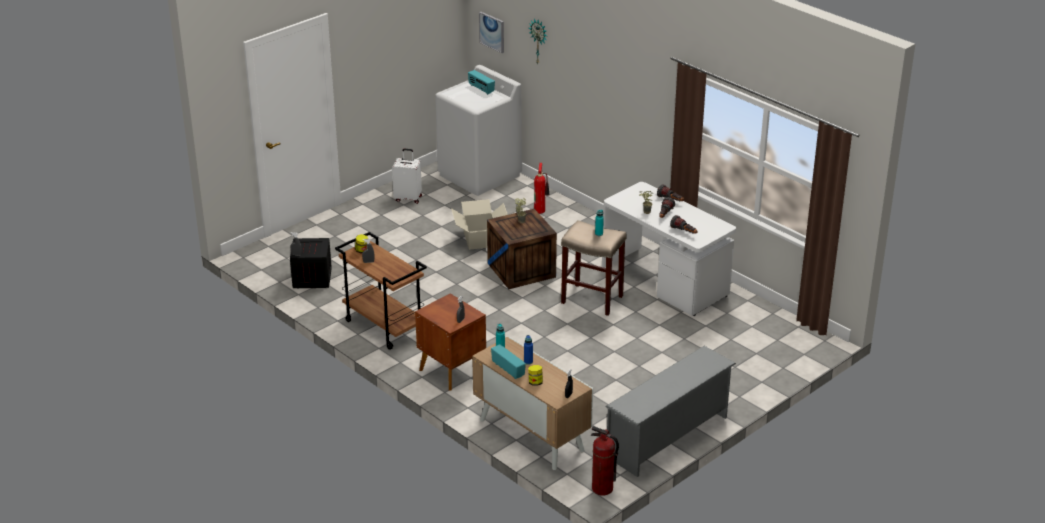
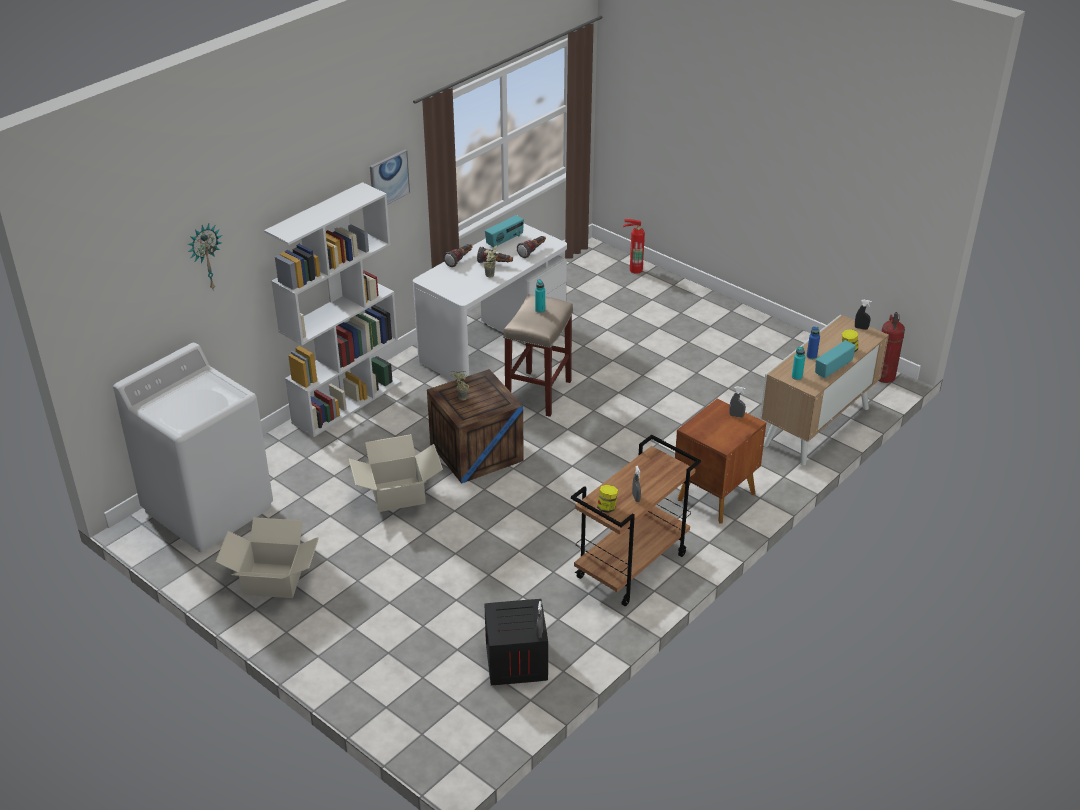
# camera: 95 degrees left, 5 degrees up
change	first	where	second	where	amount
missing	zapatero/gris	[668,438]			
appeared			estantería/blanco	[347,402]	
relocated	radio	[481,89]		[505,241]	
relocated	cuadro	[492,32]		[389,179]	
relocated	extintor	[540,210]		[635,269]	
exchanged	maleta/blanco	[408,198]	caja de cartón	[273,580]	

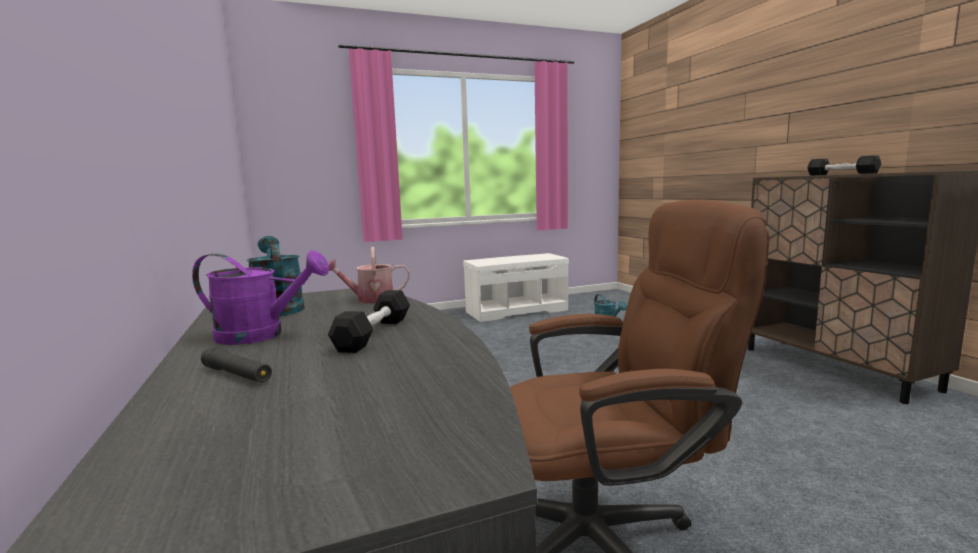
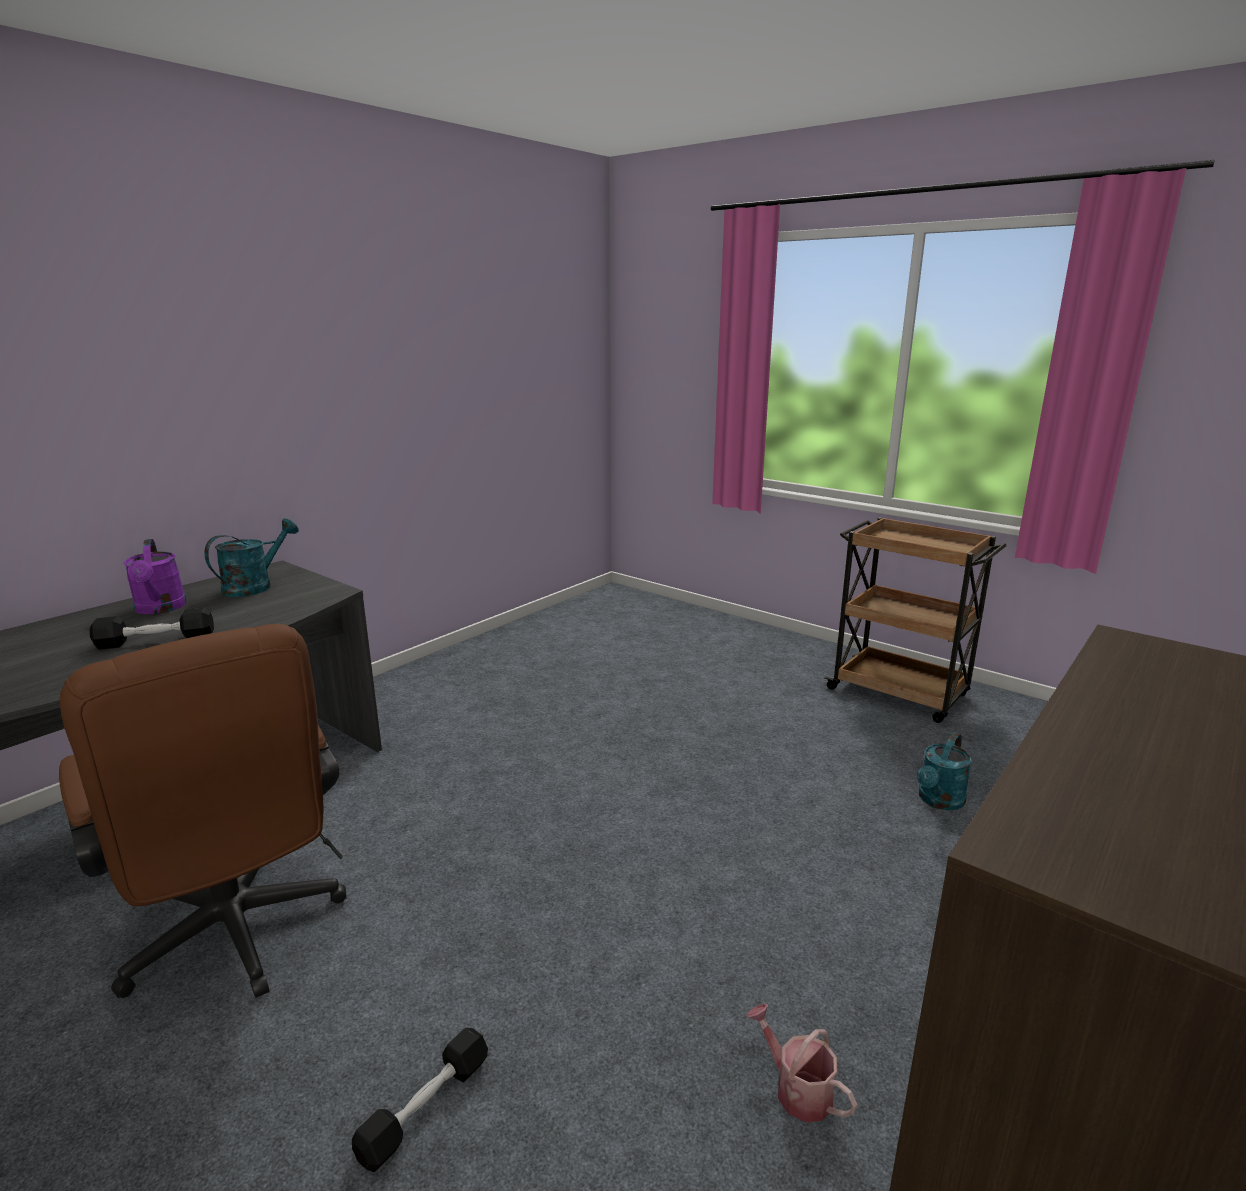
# camera: 60 degrees right, 10 degrees up
change	first	where	second	where	amount
missing	linterna/negro	[237,375]			
relocated	regadera	[370,299]		[797,1089]	
relocated	mancuerna/negro	[841,174]		[425,1108]	
exchanged	banco/blanco	[517,310]	carrito/marrón	[900,693]	

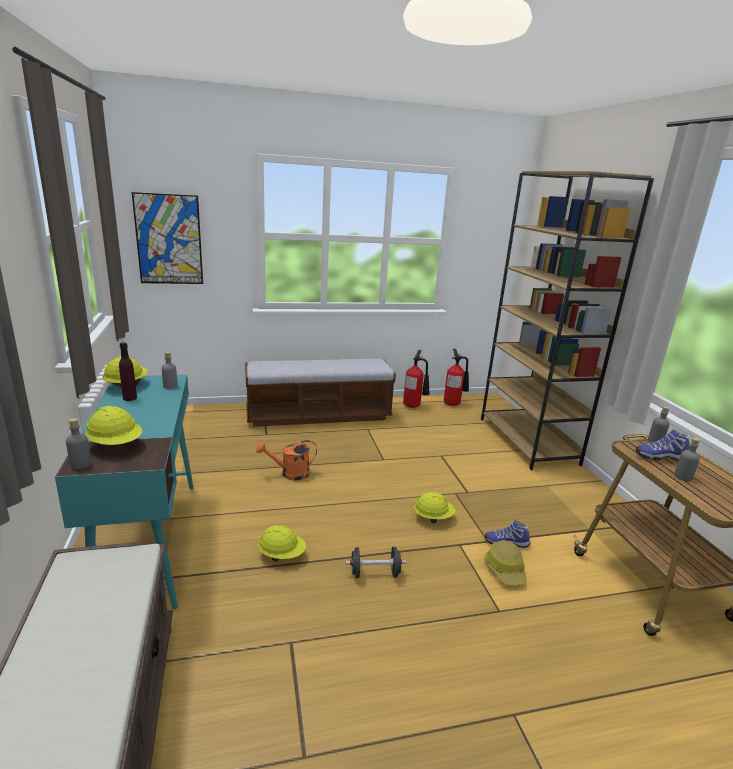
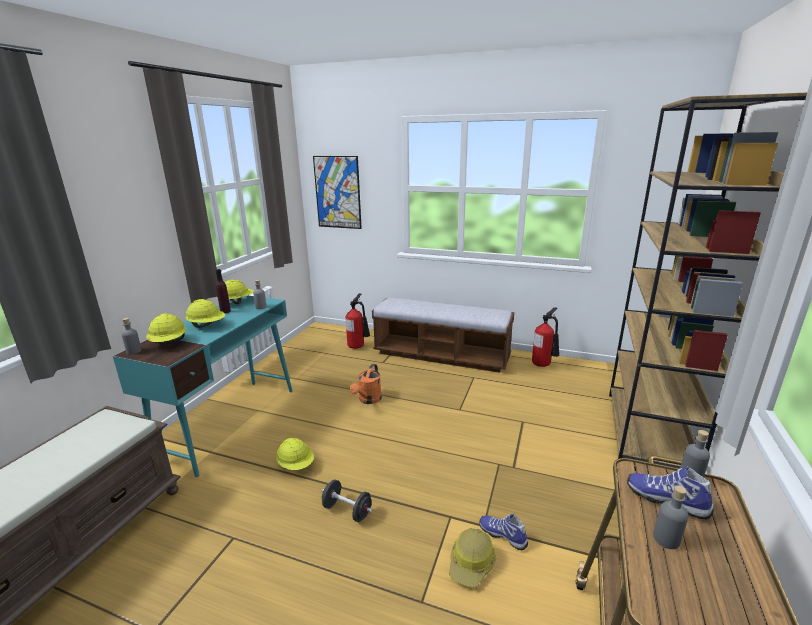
# camera: 35 degrees right, 0 degrees up
change	first	where	second	where	amount
relocated	casco/amarillo	[433,517]		[207,325]	
relocated	extintor	[453,403]		[358,347]	
spun	regadera/naranja	[290,474]		[368,400]	90 degrees counterclockwise

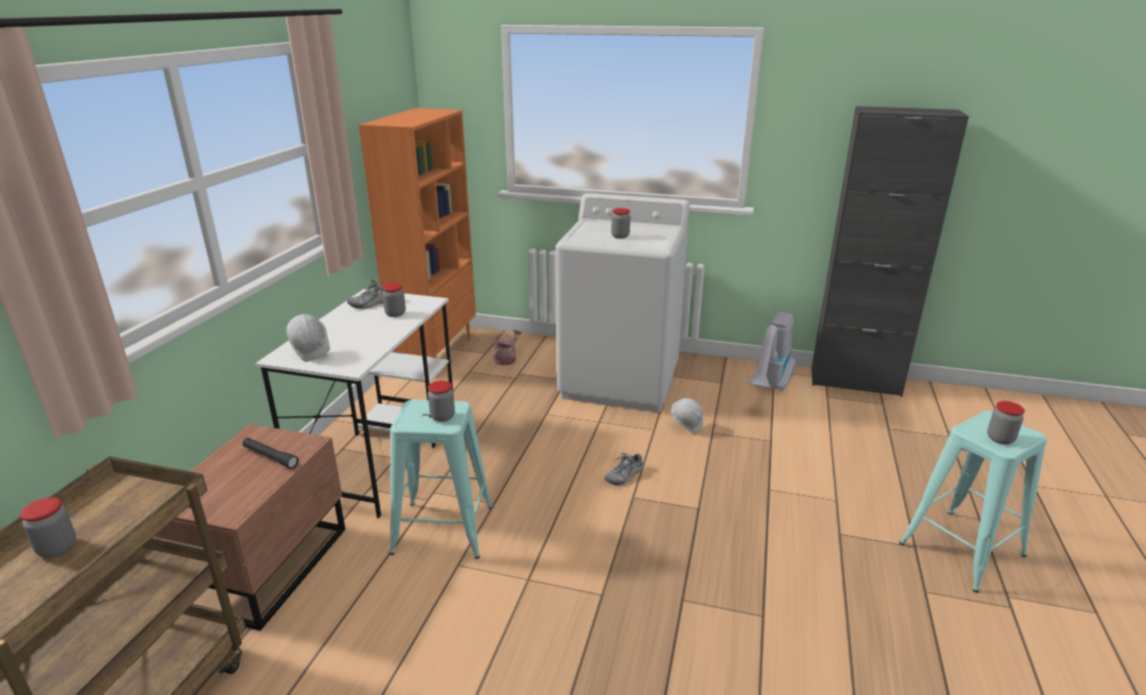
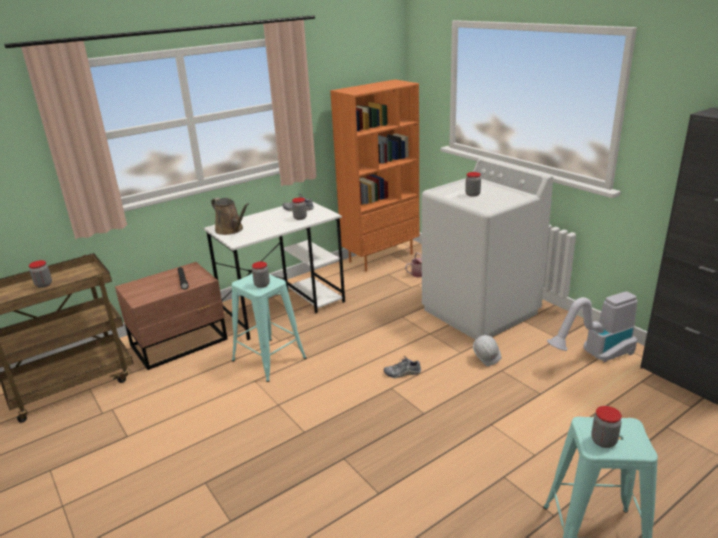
# camera: 40 degrees right, 0 degrees up
change	first	where	second	where	amount
exchanged	casco/blanco	[312,354]	regadera/marrón	[231,230]	

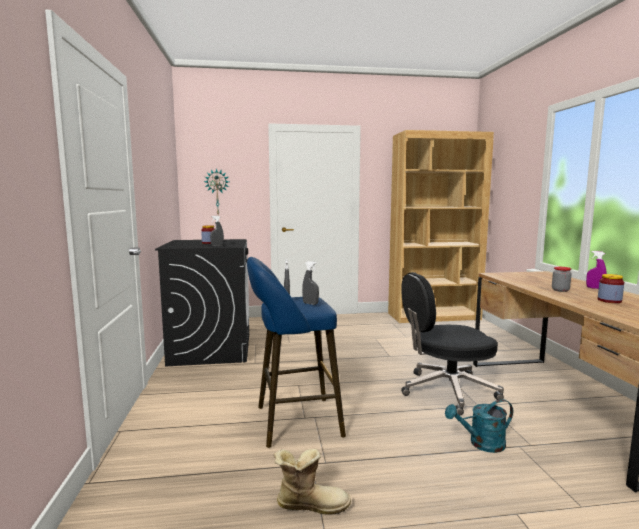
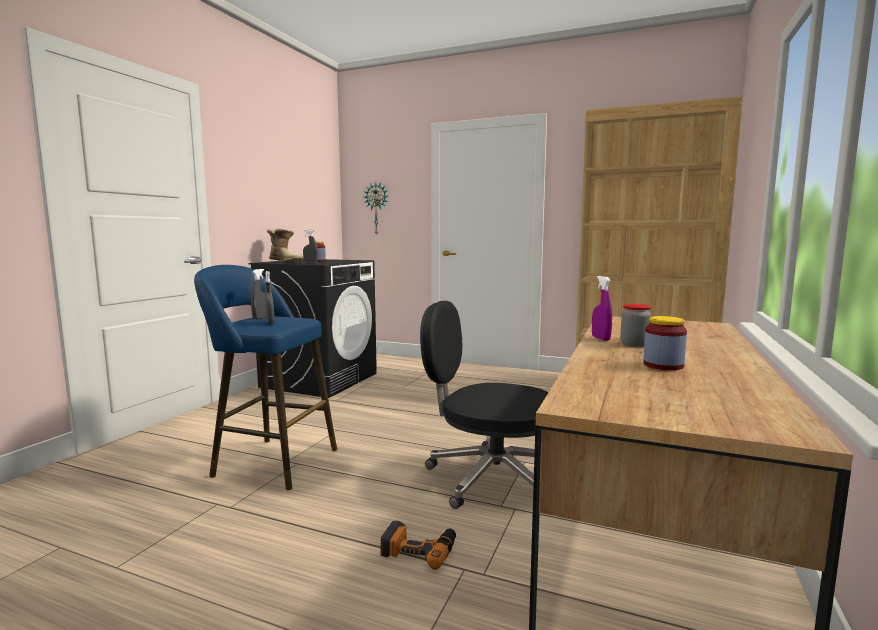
# camera: 30 degrees right, 0 degrees up
change	first	where	second	where	amount
relocated	bota	[310,504]		[286,261]	
relocated	pulverizador/morado	[595,288]		[600,338]	
exchanged	regadera/turquesa	[481,444]	taladro	[419,549]	

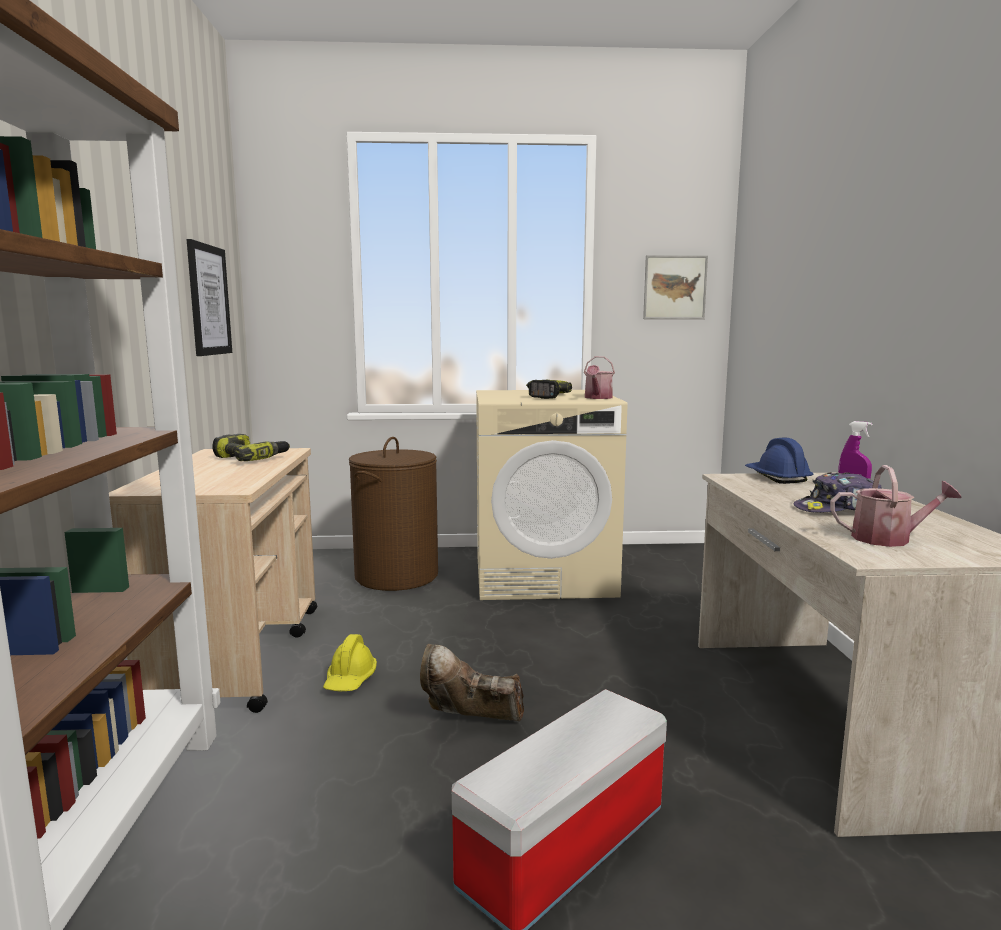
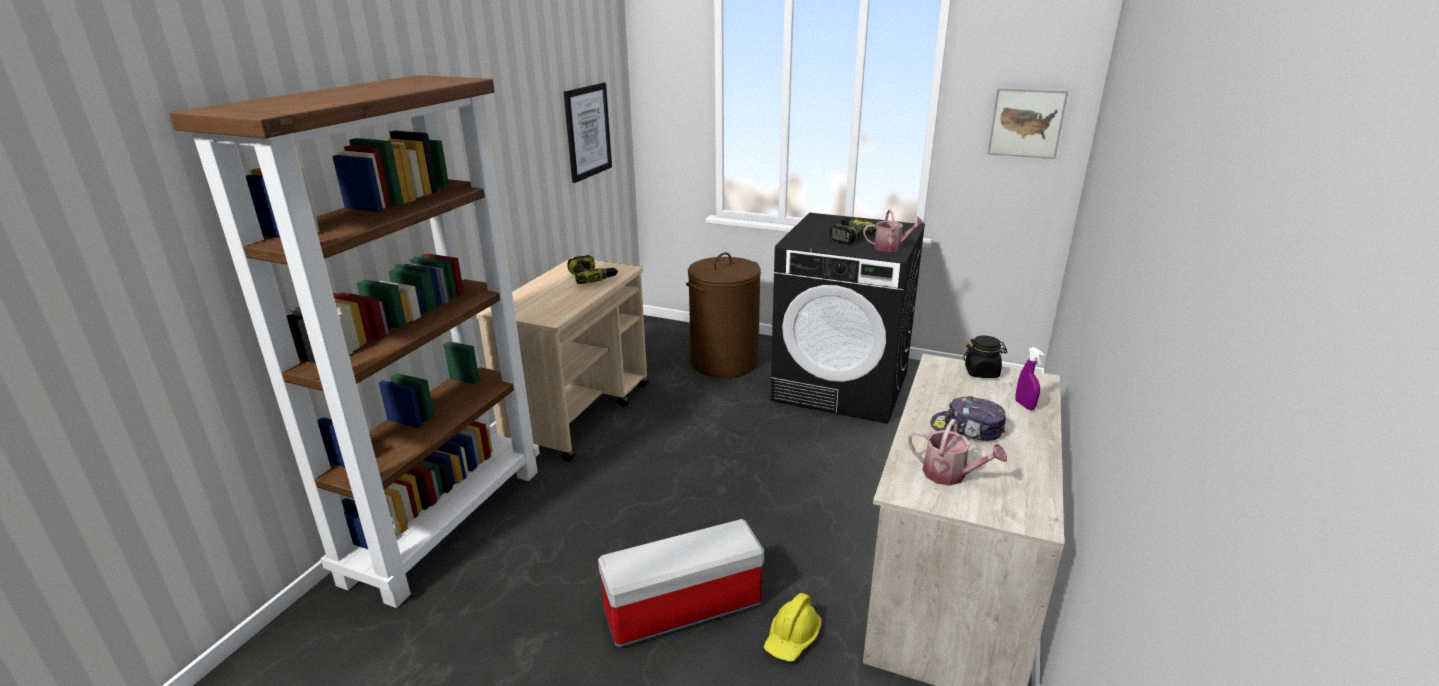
# camera: 25 degrees right, 15 degrees up
change	first	where	second	where	amount
missing	bota/marrón	[470,723]			
relocated	casco/amarillo	[350,680]		[792,637]	
exchanged	casco/azul	[776,477]	tarro/negro	[982,372]	
colour	lavadora/beis	[544,575]	lavadora/negro	[842,386]	
spun	regadera	[597,398]		[891,247]	135 degrees counterclockwise

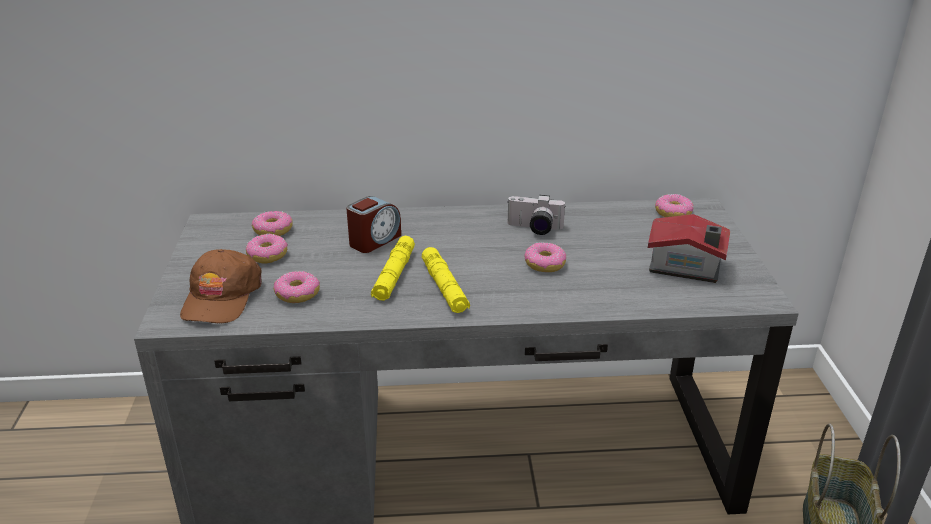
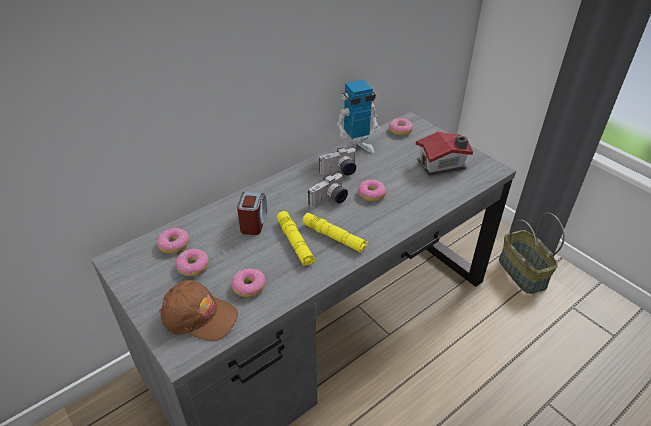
# camera: 35 degrees left, 10 degrees up
change	first	where	second	where	amount
appeared			cámara	[330,201]	
appeared			robot de juguete	[357,148]	
spun	gorra/marrón	[221,297]		[199,316]	45 degrees counterclockwise

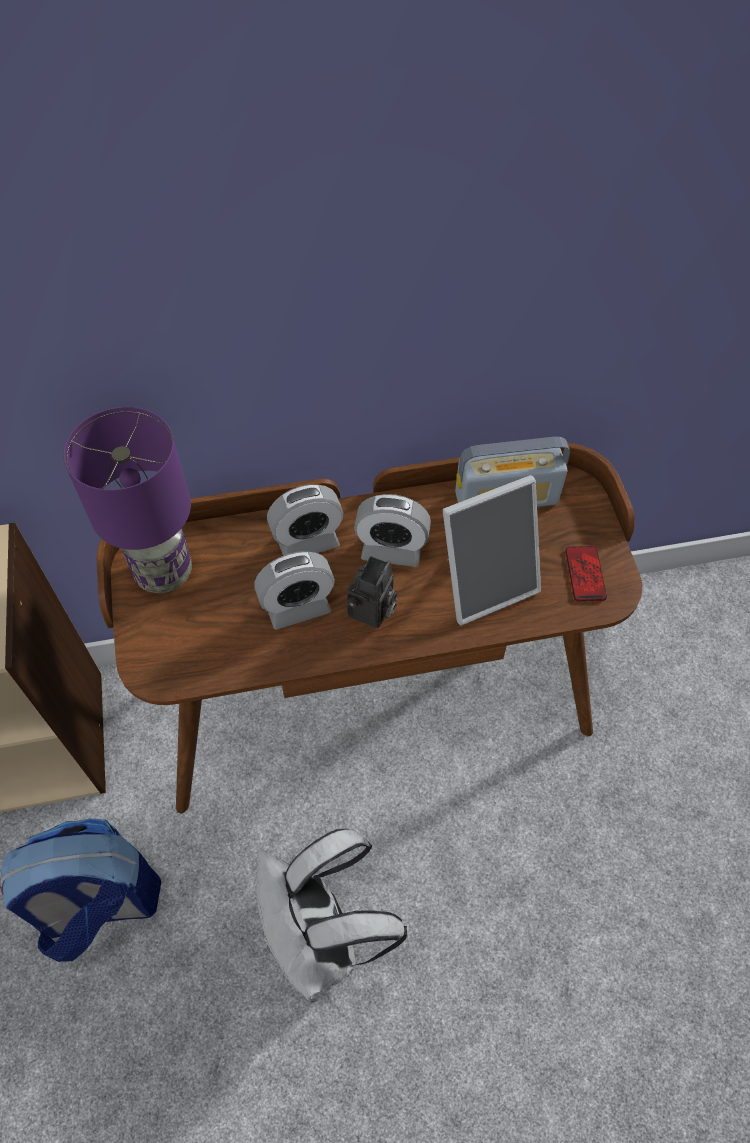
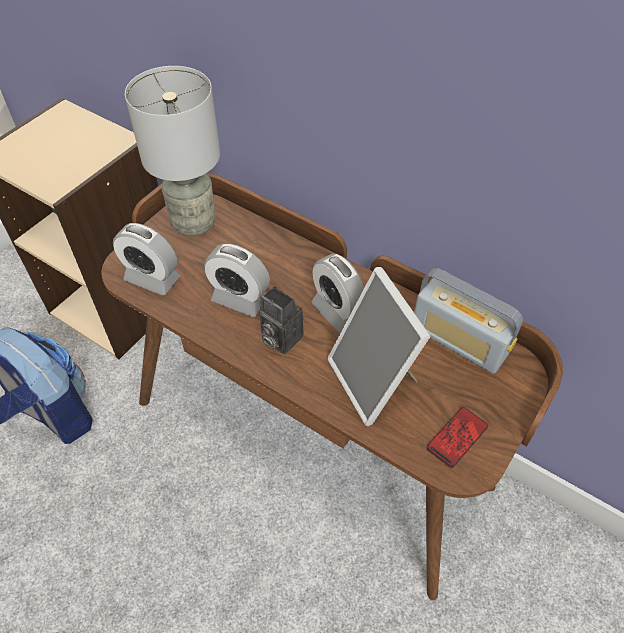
# camera: 45 degrees right, 5 degrees down
change	first	where	second	where	amount
missing	mochila/blanco	[323,937]			
relocated	despertador	[308,541]		[152,278]	
colour	lámpara de mesa/morado	[164,572]	lámpara de mesa/gris	[194,223]	
spun	cámara	[372,612]		[279,338]	60 degrees clockwise
spun	portarretratos	[485,583]		[374,381]	45 degrees clockwise

